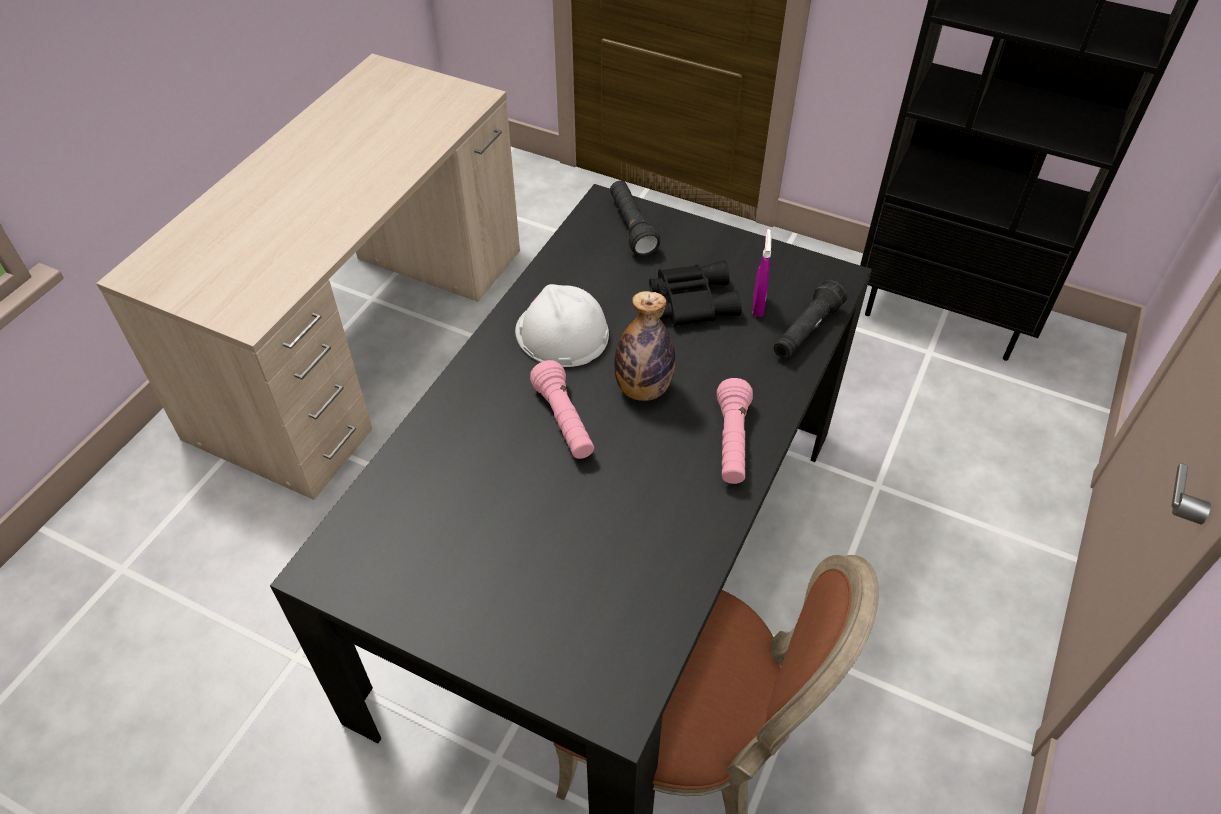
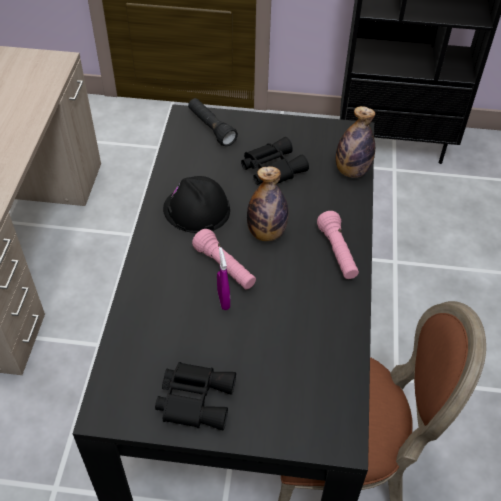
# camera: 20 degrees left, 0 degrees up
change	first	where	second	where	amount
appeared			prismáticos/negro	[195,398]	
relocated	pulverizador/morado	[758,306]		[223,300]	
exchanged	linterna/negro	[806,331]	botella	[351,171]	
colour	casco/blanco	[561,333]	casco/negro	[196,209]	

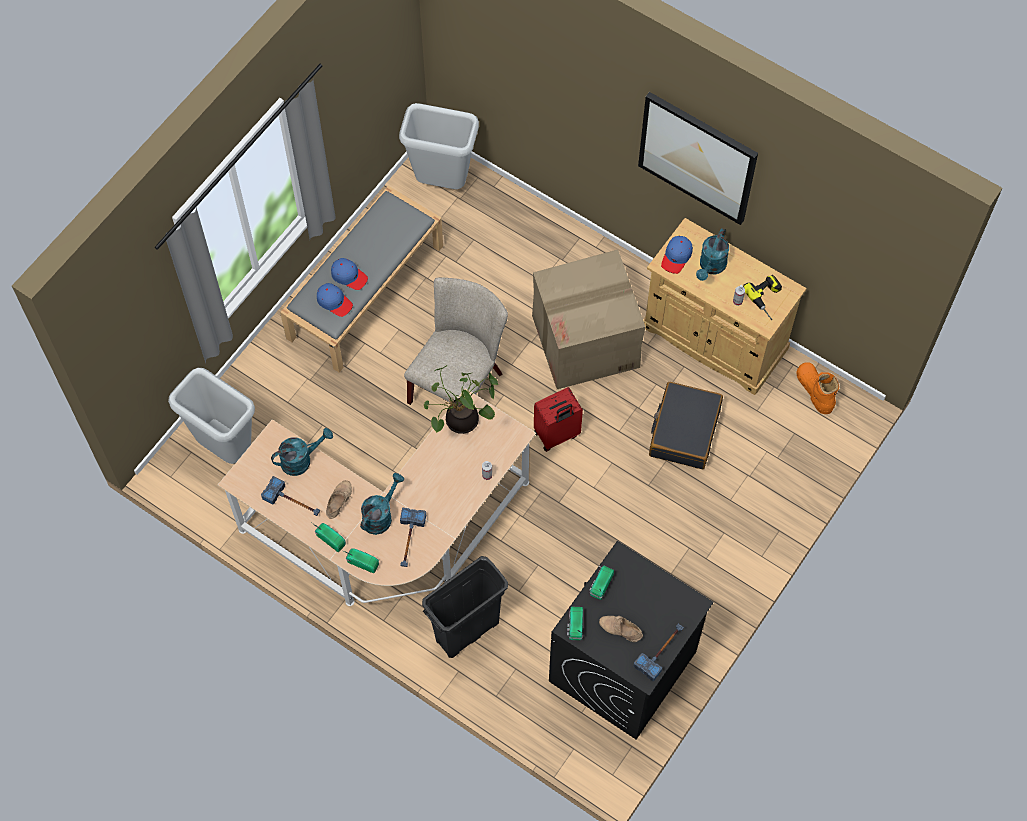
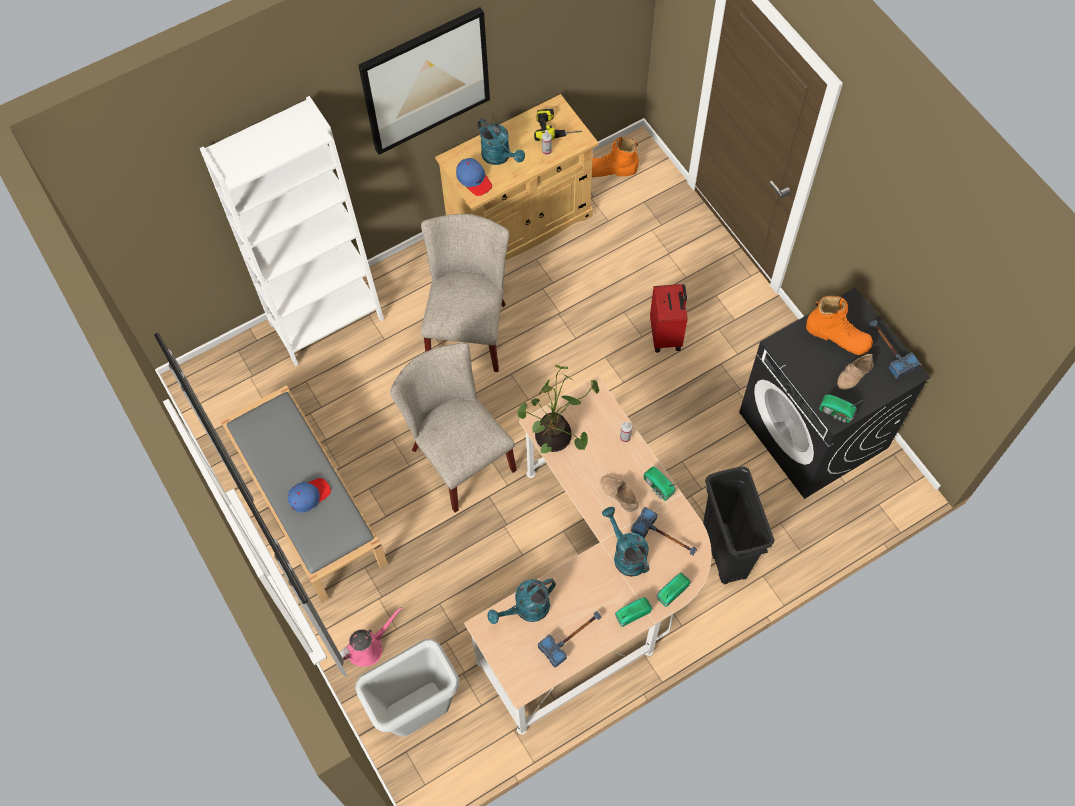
# camera: 65 degrees left, 0 degrees up
change	first	where	second	where	amount
missing	gorra/azul	[334,302]			
missing	papelera/gris	[443,182]			
missing	maleta/negro	[684,431]			
appeared			estantería/blanco	[326,321]	
appeared			regadera/rosa	[368,647]	
appeared			bota/naranja	[838,336]	
relocated	zapato/beis	[338,500]		[618,495]	
relocated	maleta/rojo	[557,435]		[666,335]	
relocated	radio	[600,585]		[658,487]	
exchanged	caja de cartón	[586,341]	silla/beis	[469,327]	
spun	regadera/turquesa	[301,459]		[526,610]	120 degrees counterclockwise

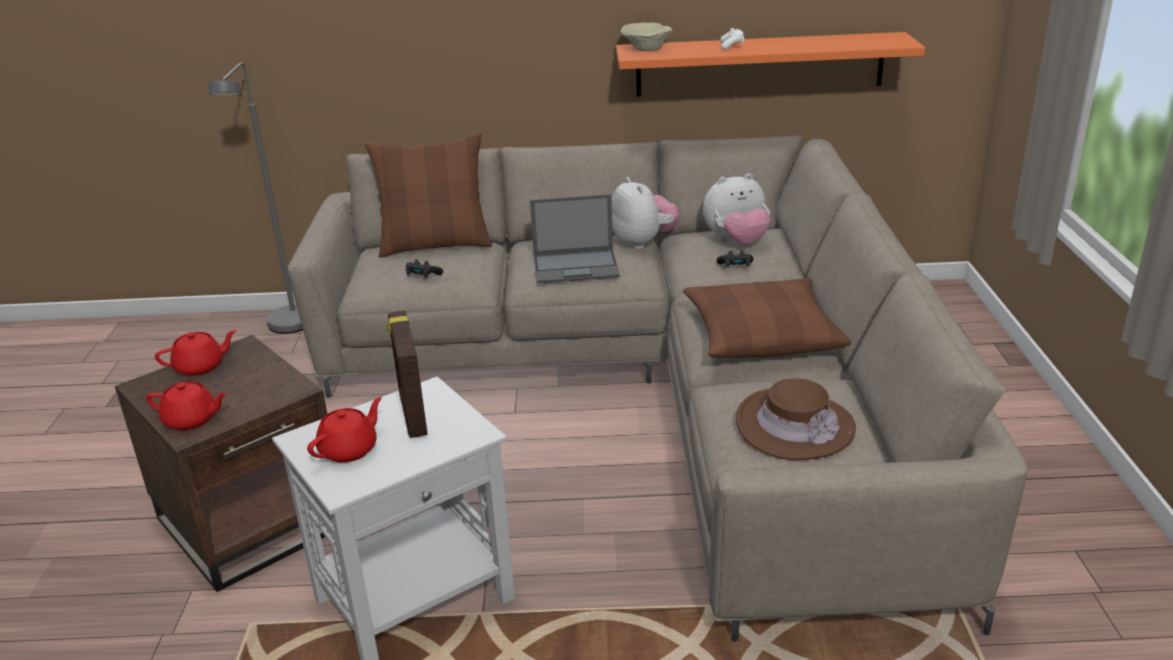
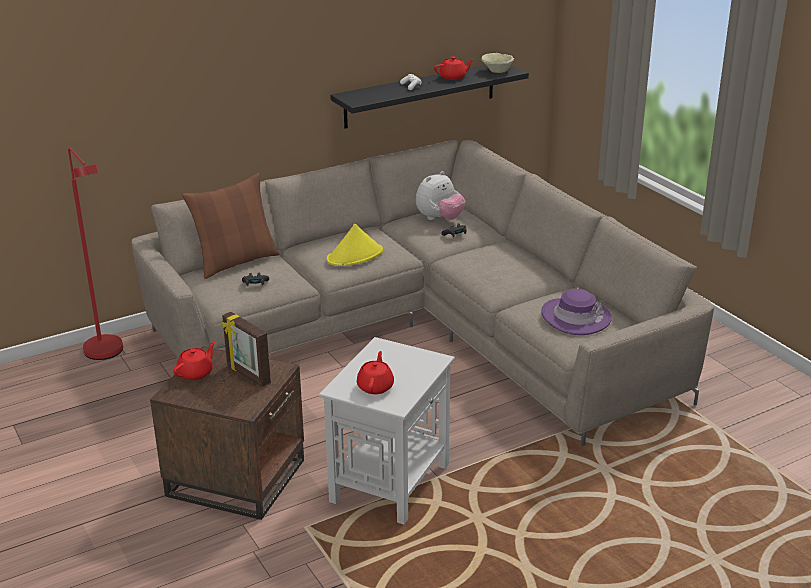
# camera: 30 degrees left, 0 degrees up
change	first	where	second	where	amount
missing	peluche	[643,242]			
missing	cojín/marrón	[761,334]			
relocated	tetera/rojo	[191,420]		[453,77]	
relocated	portarretratos	[411,413]		[247,375]	
relocated	cuenco/beis	[647,49]		[497,71]	
exchanged	portátil	[577,266]	sombrero/amarillo	[355,256]	
colour	lámpara de pie/gris	[288,329]	lámpara de pie/rojo	[107,355]	
colour	estante/naranja	[759,64]	estante/negro	[420,95]	
colour	sombrero/marrón	[794,426]	sombrero/morado	[575,317]	

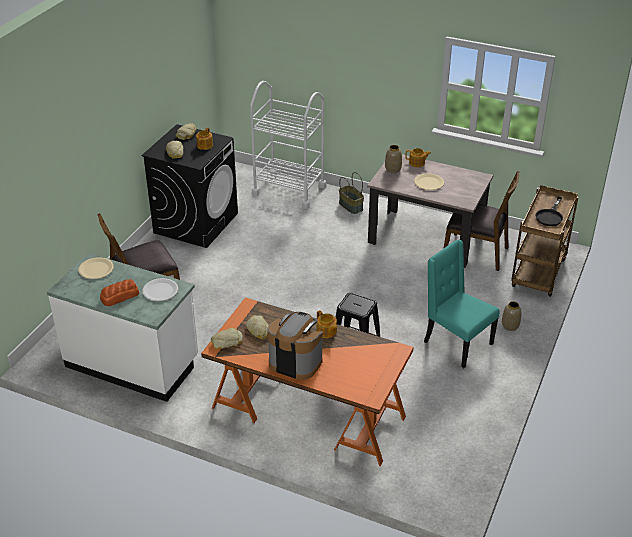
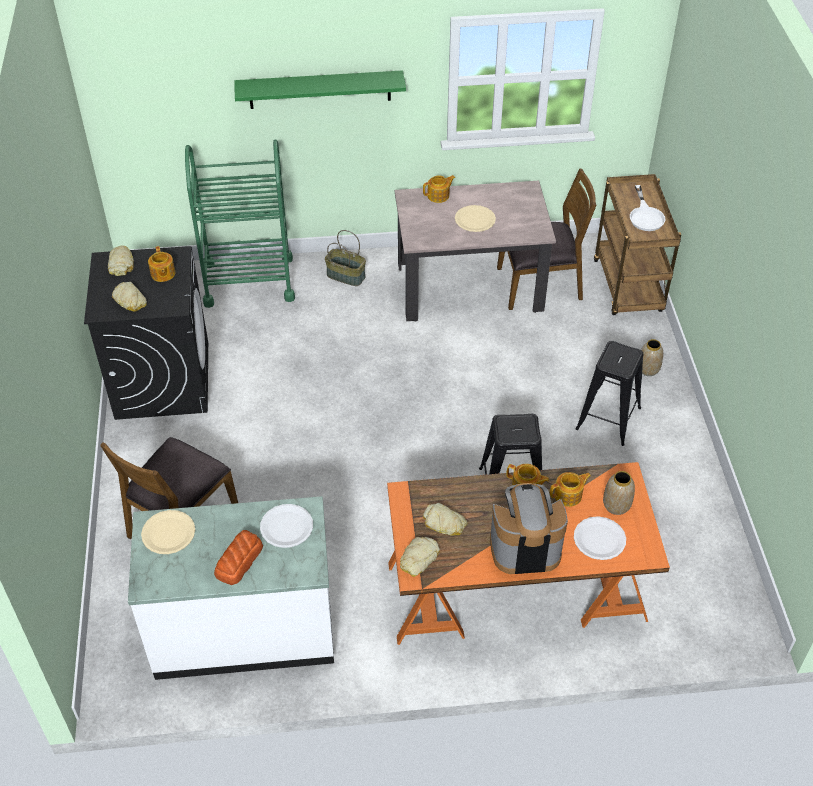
# camera: 30 degrees left, 10 degrees up
change	first	where	second	where	amount
appeared			estante/verde	[320,89]	
appeared			tetera	[568,495]	
appeared			plato/blanco	[599,539]	
relocated	florero	[393,170]		[617,505]	
exchanged	silla/turquesa	[456,343]	taburete/negro	[608,418]	
colour	carrito/blanco	[289,190]	carrito/verde	[249,281]	
colour	sartén/negro	[550,216]	sartén/blanco	[645,216]	

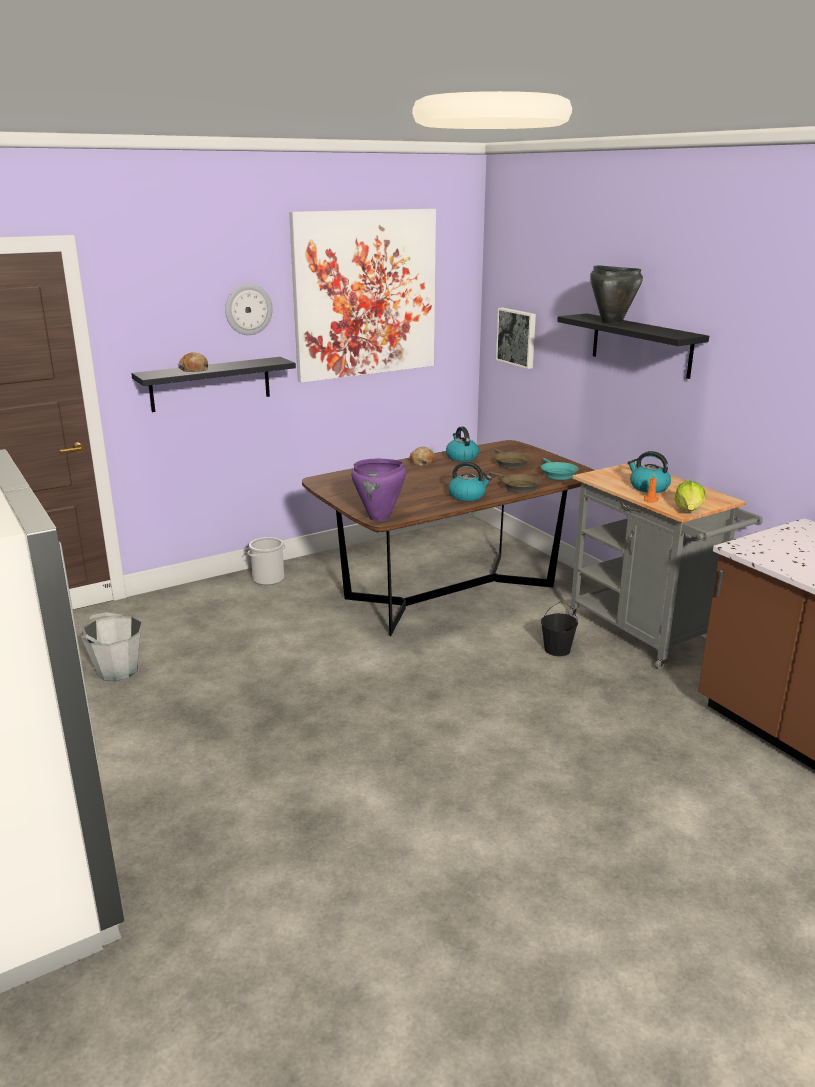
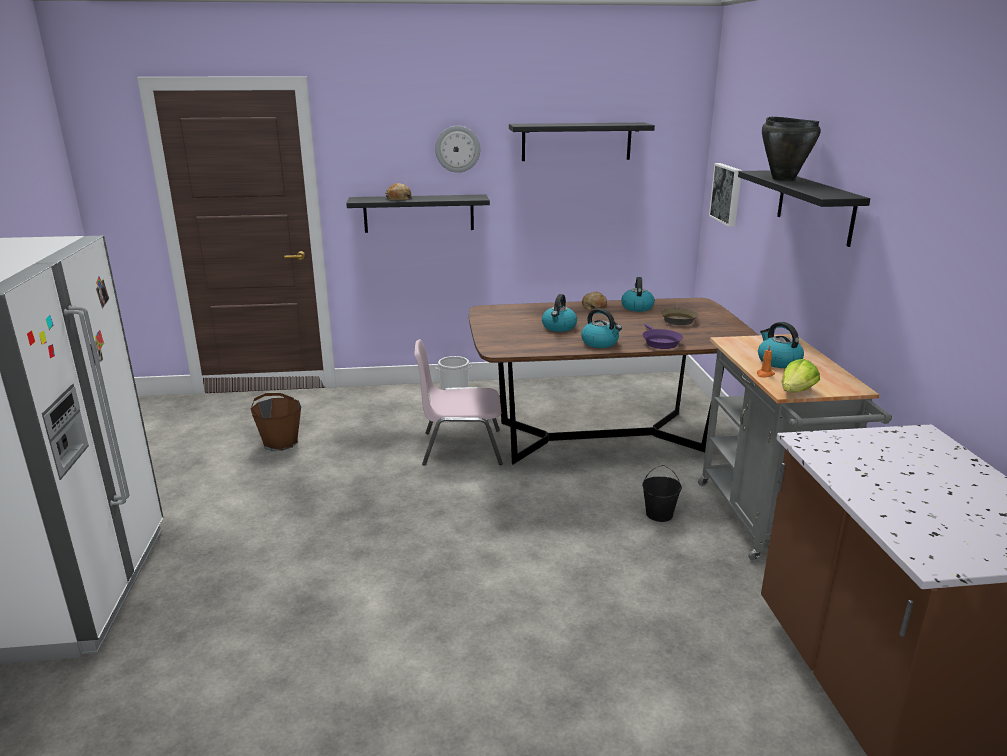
# camera: 25 degrees right, 0 degrees up
change	first	where	second	where	amount
missing	olla/morado	[379,517]			
missing	sartén/turquesa	[557,474]			
appeared			silla/rosa	[460,447]	
appeared			hervidor	[559,327]	
exchanged	cuadro	[365,294]	estante/negro	[576,141]	
colour	cubo/gris	[117,670]	cubo/marrón	[280,443]	
colour	sartén/marrón	[518,487]	sartén/morado	[660,342]	

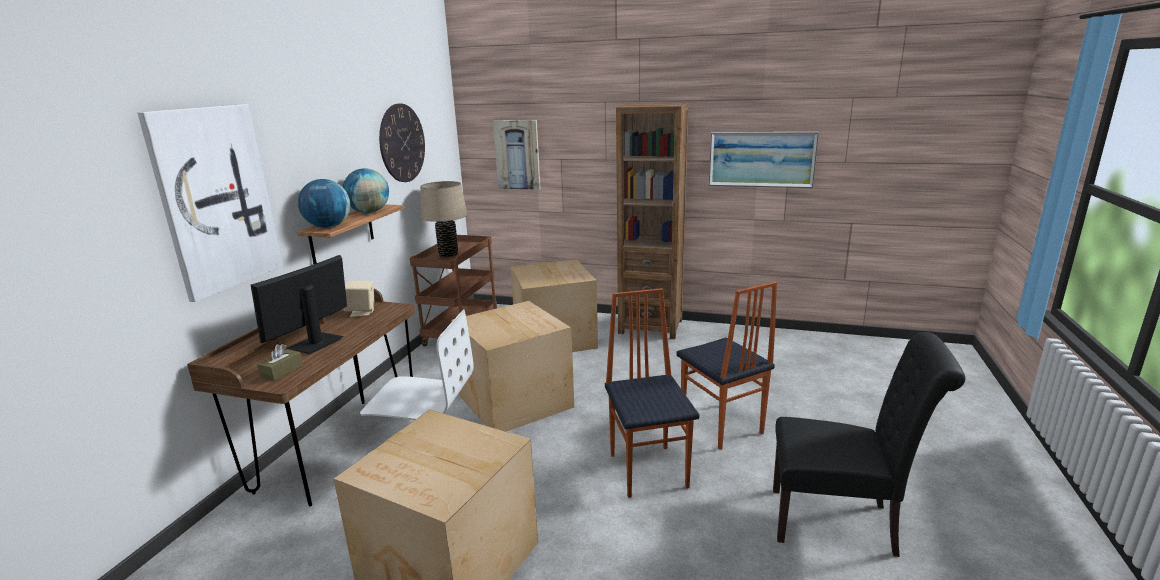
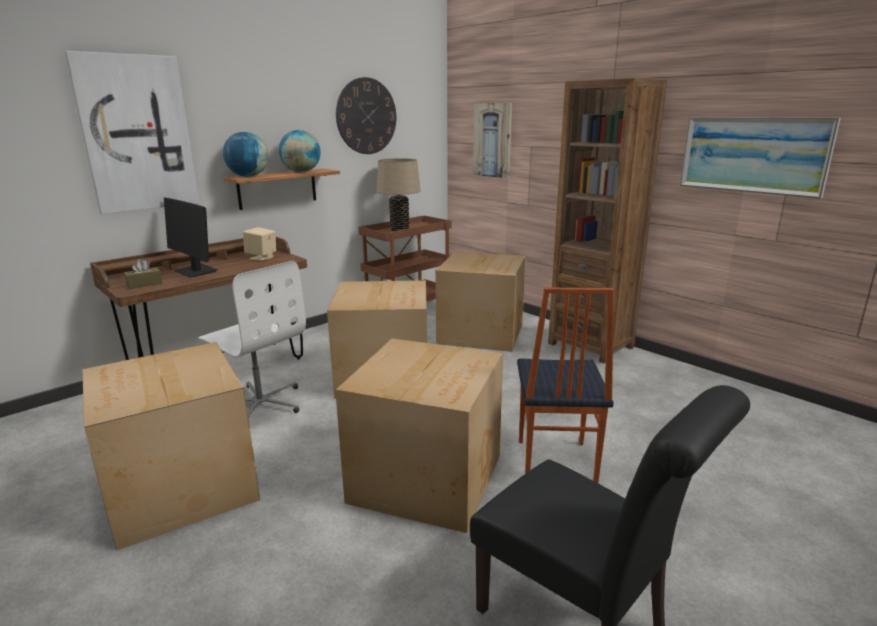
# camera: 30 degrees right, 0 degrees up
change	first	where	second	where	amount
exchanged	silla	[649,470]	caja de cartón	[429,477]	
spun	monitor	[315,344]		[195,271]	105 degrees counterclockwise

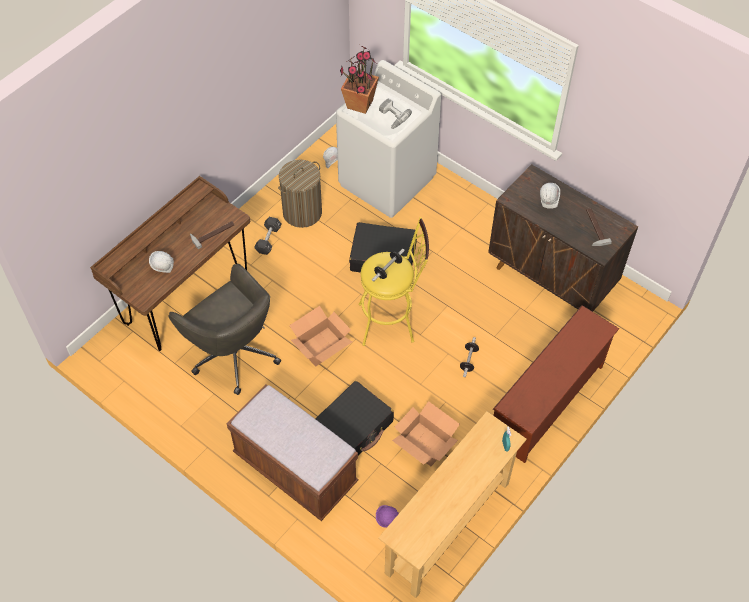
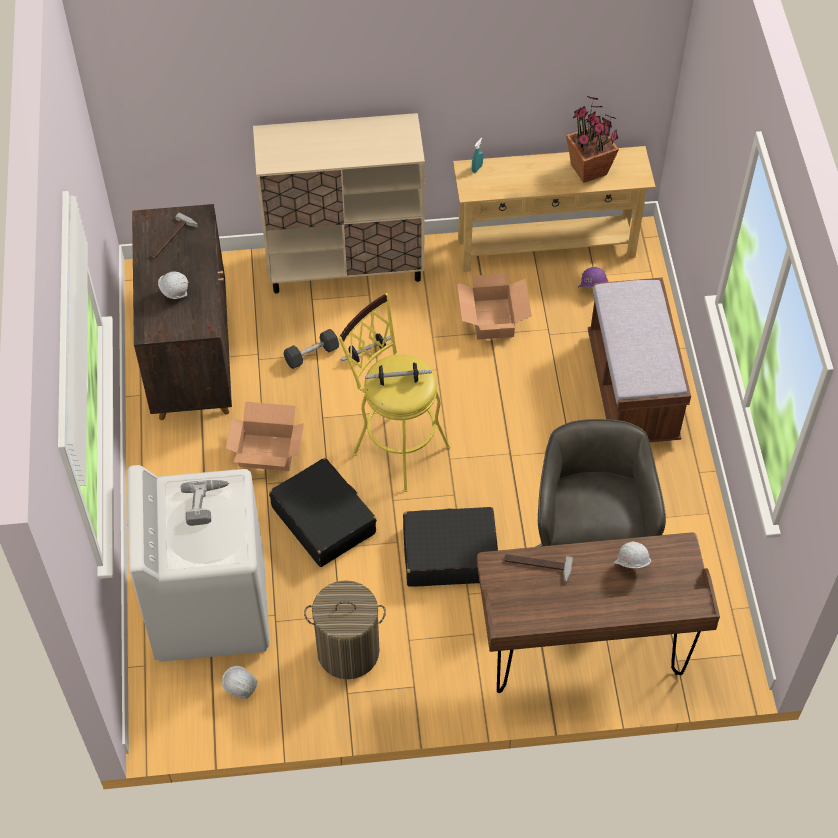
# camera: 135 degrees left, 0 degrees up
change	first	where	second	where	amount
relocated	mancuerna/negro	[268,240]		[312,354]	
relocated	caja de cartón	[321,346]		[267,453]	
relocated	maleta/negro	[352,428]		[449,554]	
relocated	planta en maceta	[359,104]		[589,170]	
exchanged	zapatero/marrón	[548,403]	armario/beis	[346,266]	

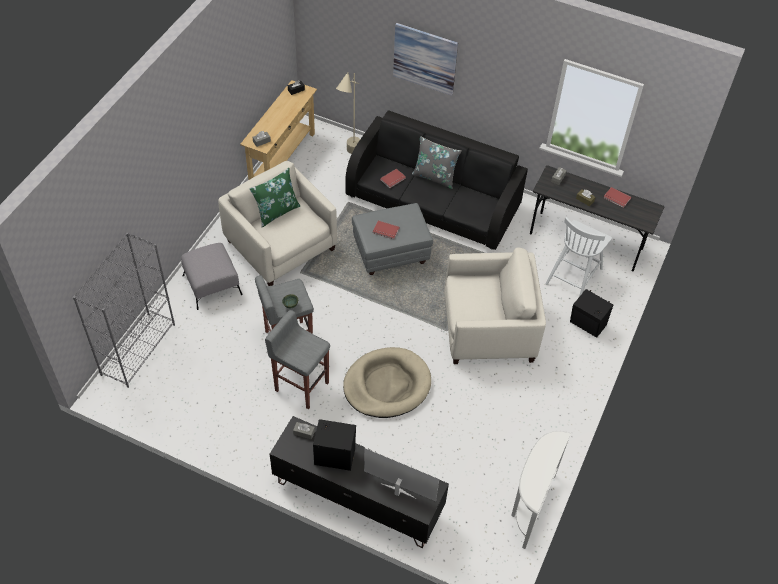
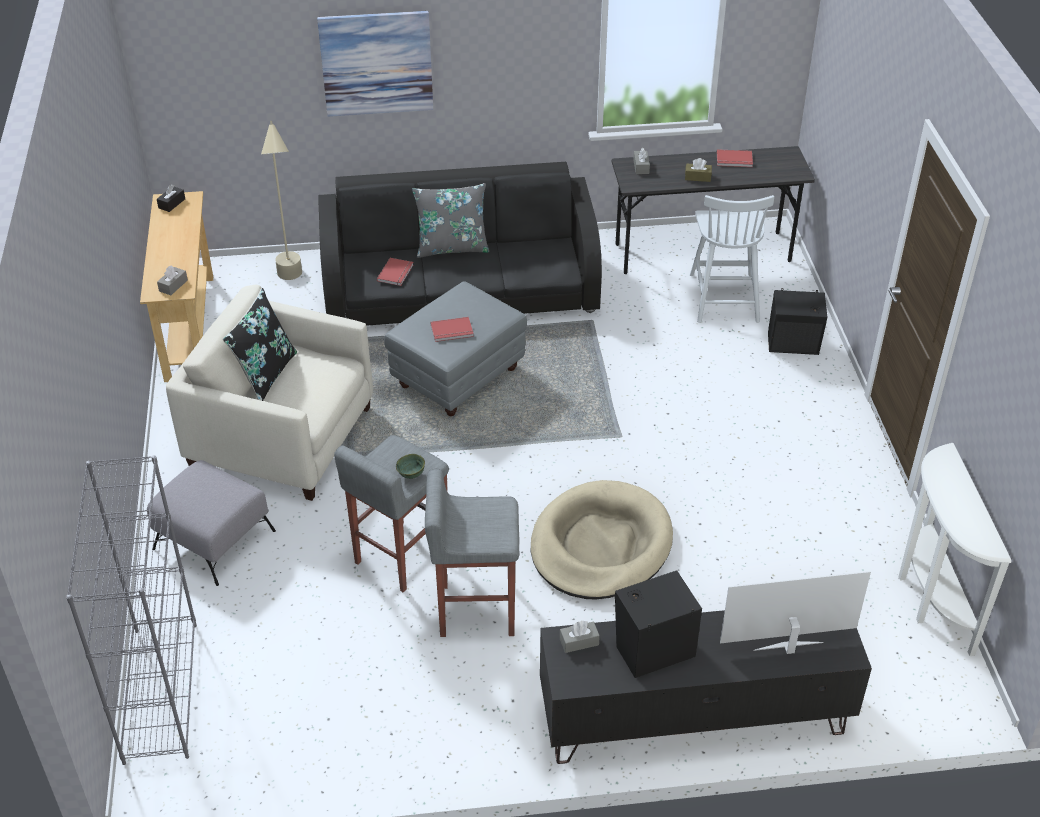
# camera: 30 degrees left, 10 degrees down
change	first	where	second	where	amount
missing	sillón/beis	[488,328]			
colour	cojín/verde	[276,212]	cojín/negro	[265,374]	

